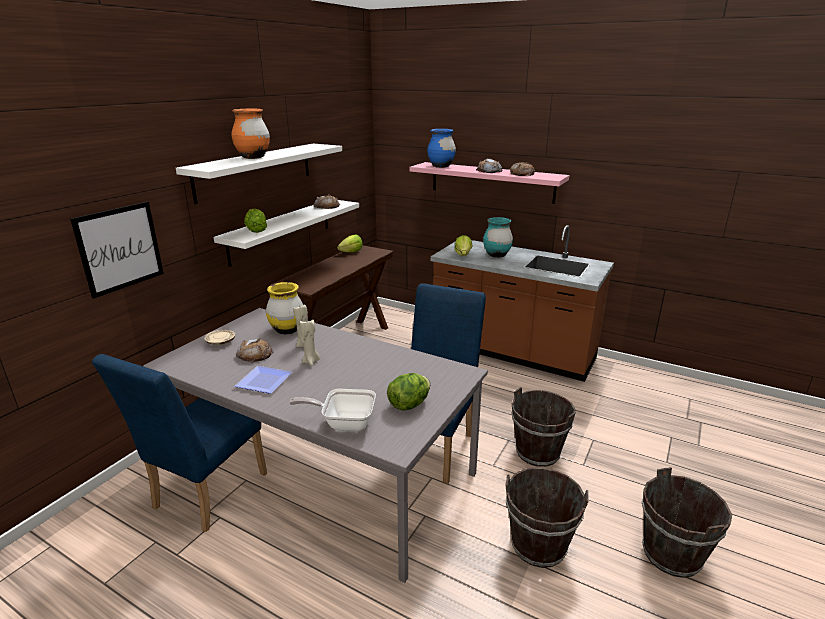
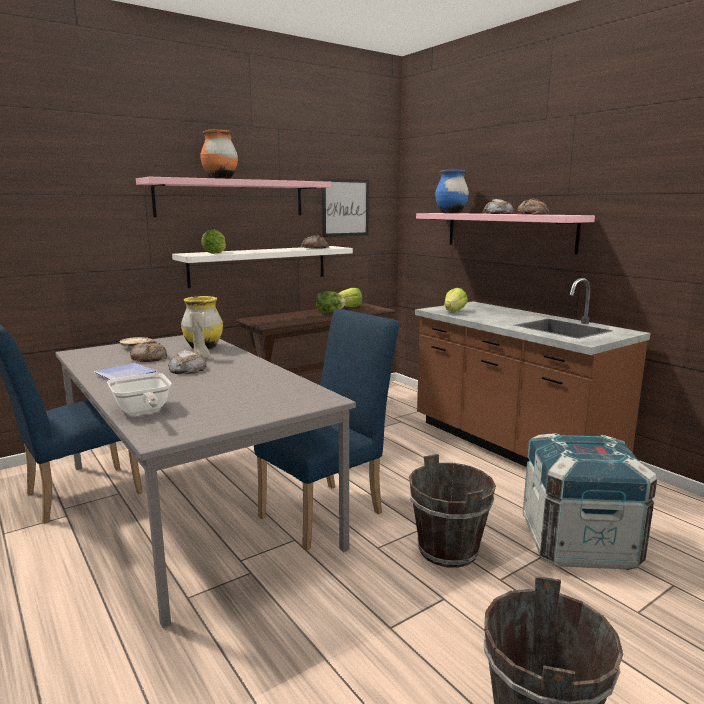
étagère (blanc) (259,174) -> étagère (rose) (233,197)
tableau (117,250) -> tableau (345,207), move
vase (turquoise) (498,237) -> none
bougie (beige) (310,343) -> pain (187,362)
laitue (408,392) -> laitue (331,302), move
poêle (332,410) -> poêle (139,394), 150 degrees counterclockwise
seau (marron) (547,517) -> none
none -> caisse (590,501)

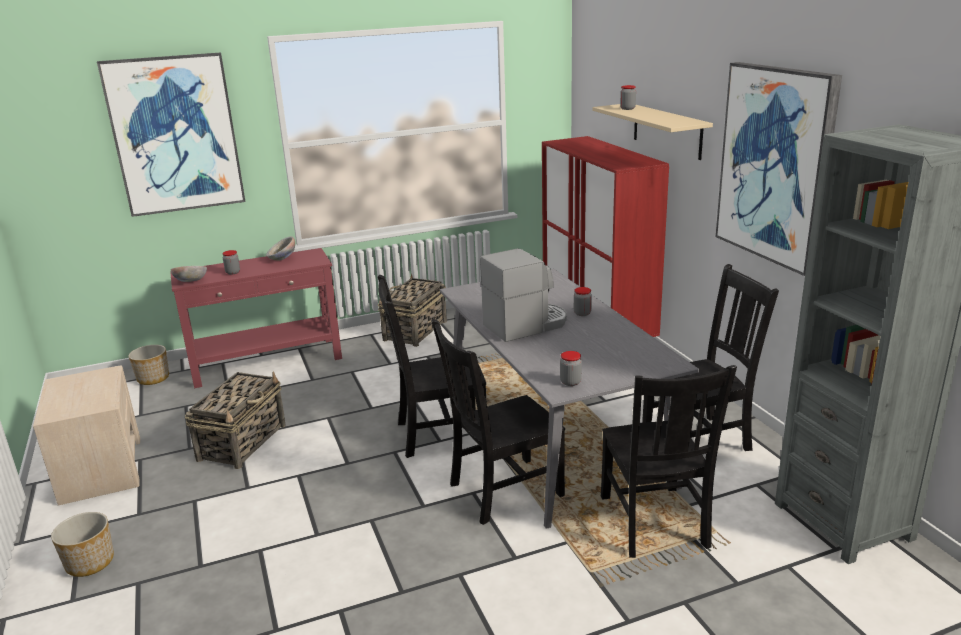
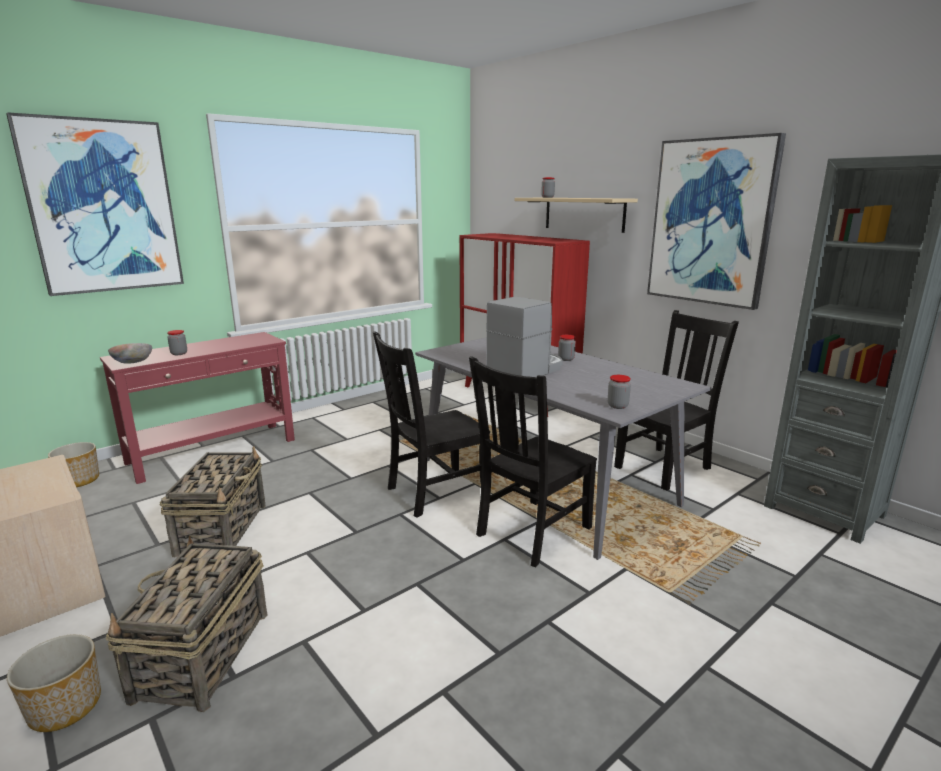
bol (280,248) -> none
panier (412,310) -> panier (186,624), move
chaise (noir) (669,461) -> none

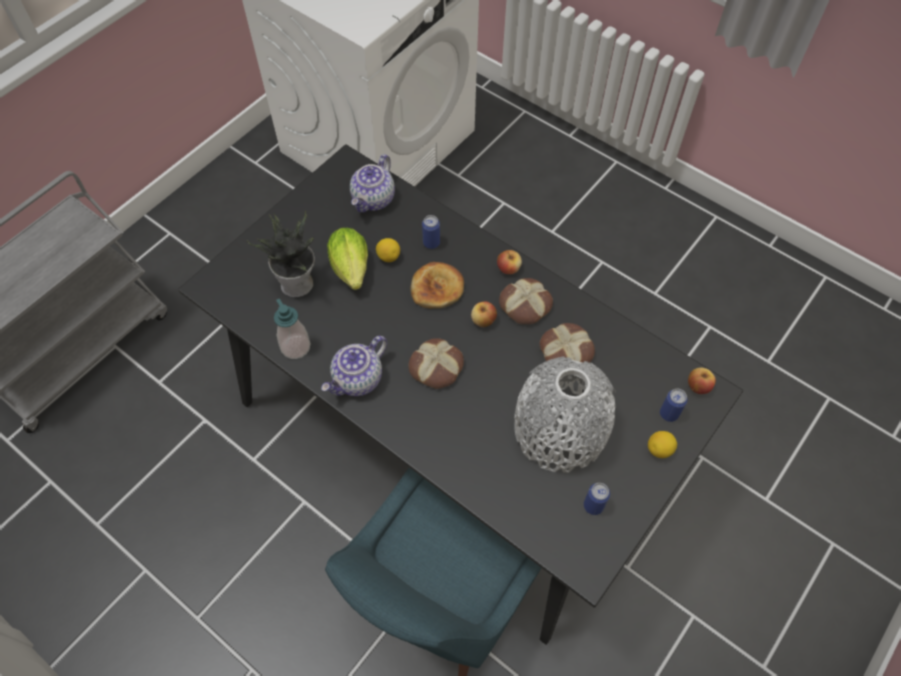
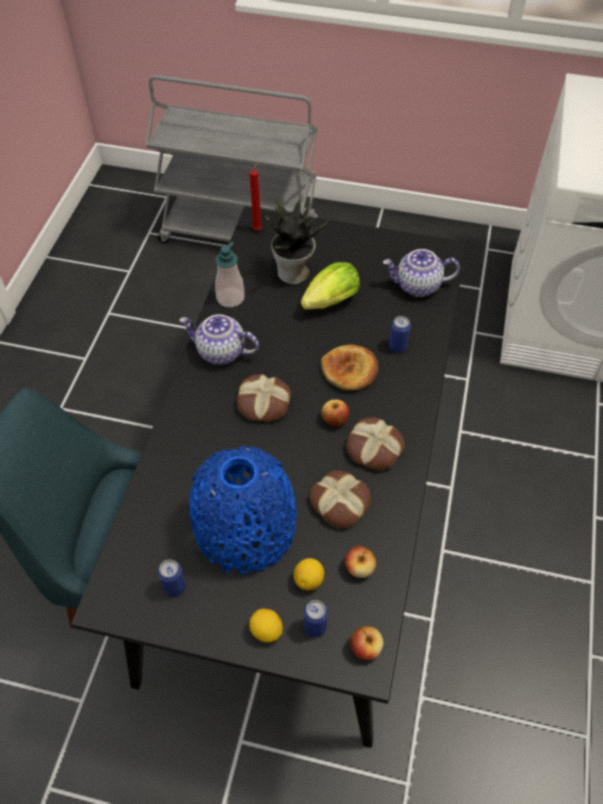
citron (388,250) -> citron (309,574), move
pomme (509,262) -> pomme (360,562), move
vase (gris) (565,415) -> vase (bleu) (243,510)
none -> bougie (rouge) (256,195)

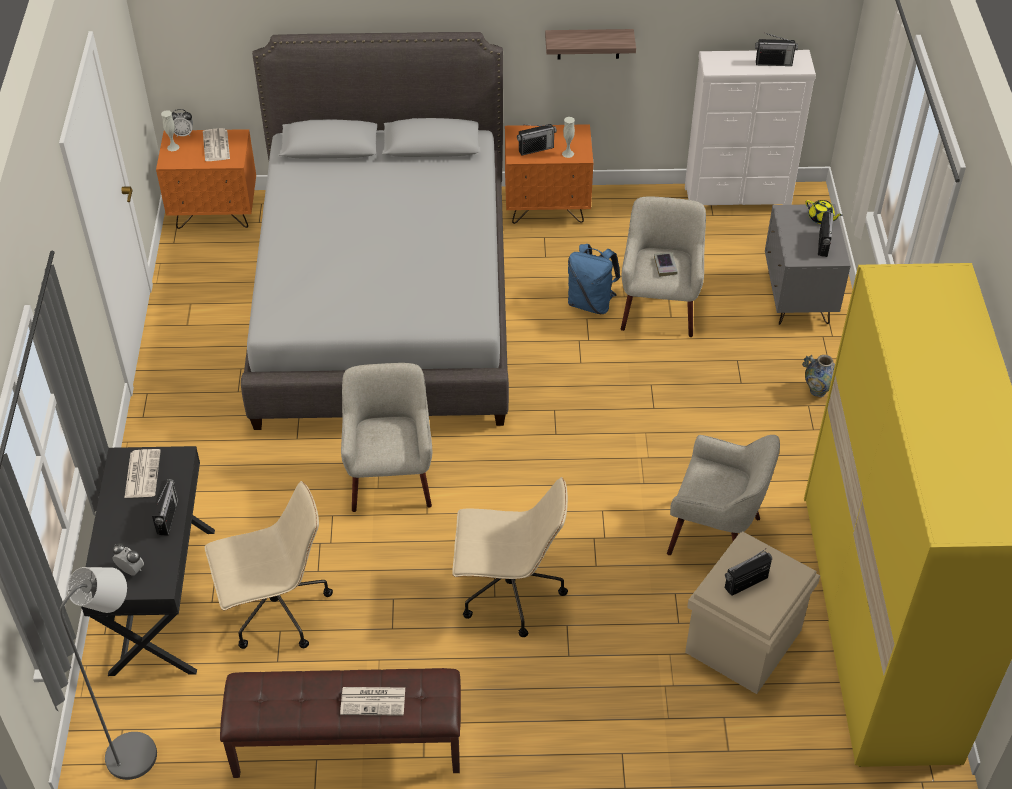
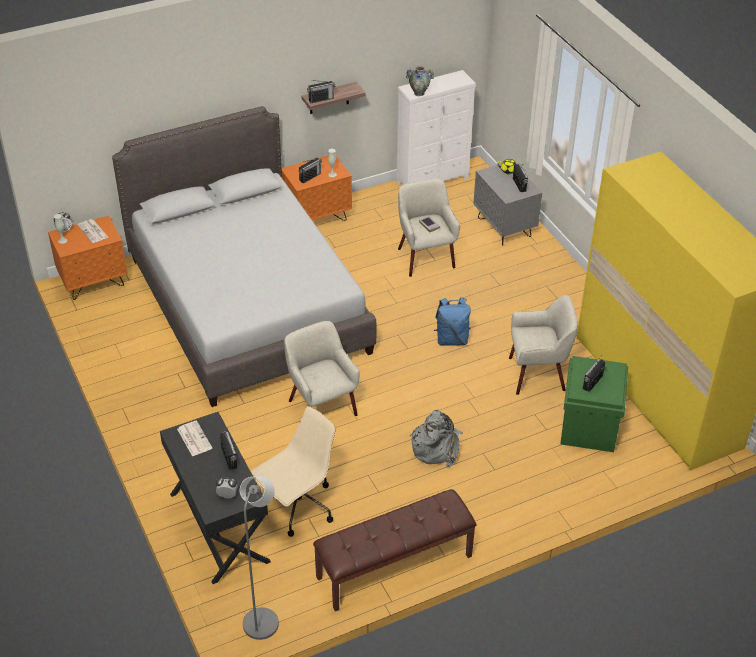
radio (776,49) -> radio (321,91), move
sac à dos (bleu) (594,279) -> sac à dos (bleu) (452,321), move
vase (818,376) -> vase (420,81), move
chaise de bureau (beige) (510,557) -> sac à dos (gris) (436,438)
boîte de rangement (beige) (752,612) -> boîte de rangement (vert) (594,404)
journal (372,701) -> none

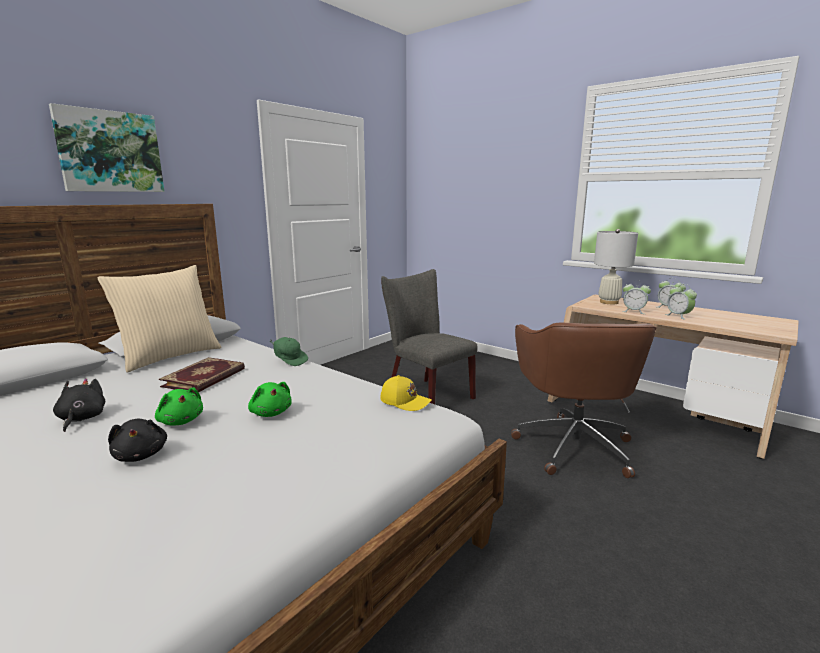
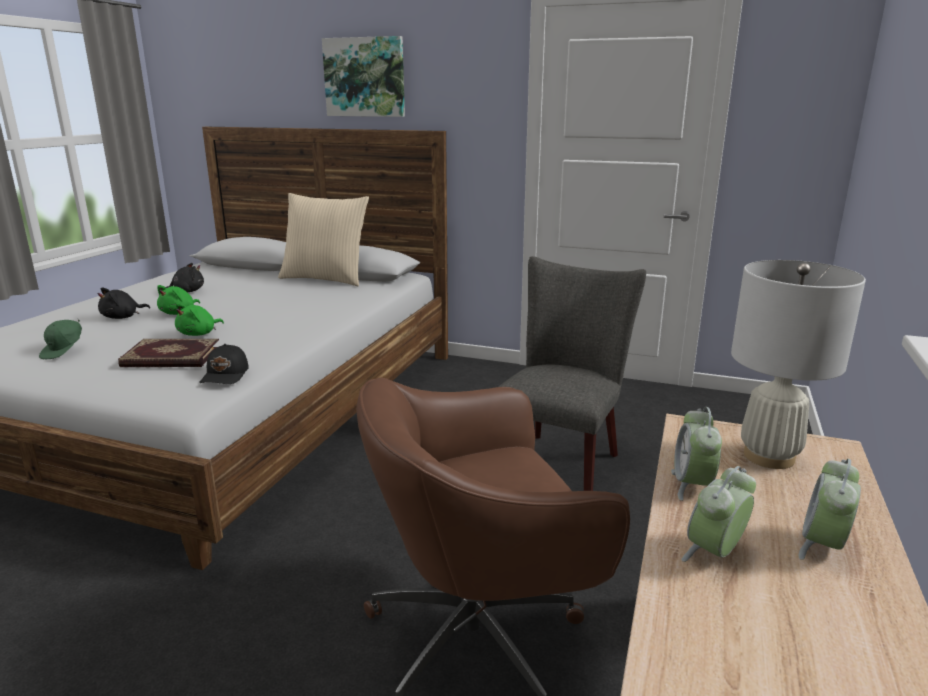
casquette (vert) (289,351) -> casquette (vert) (60,340), move
livre (202,374) -> livre (168,353), move
casquette (jaune) (406,393) -> casquette (noir) (224,364)

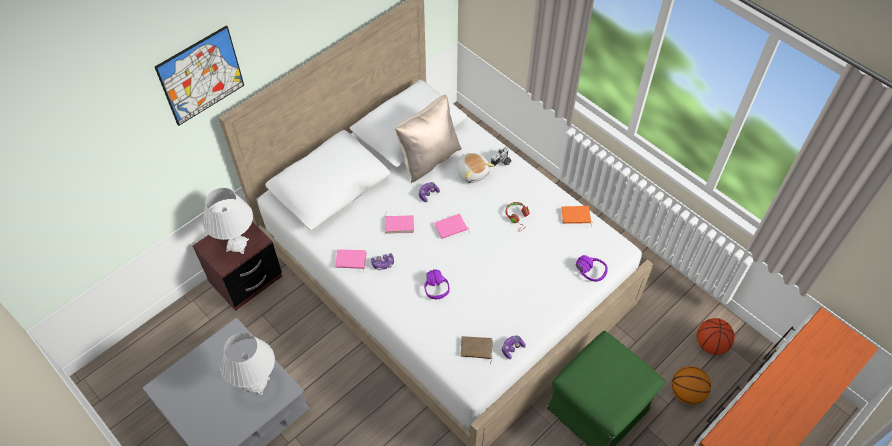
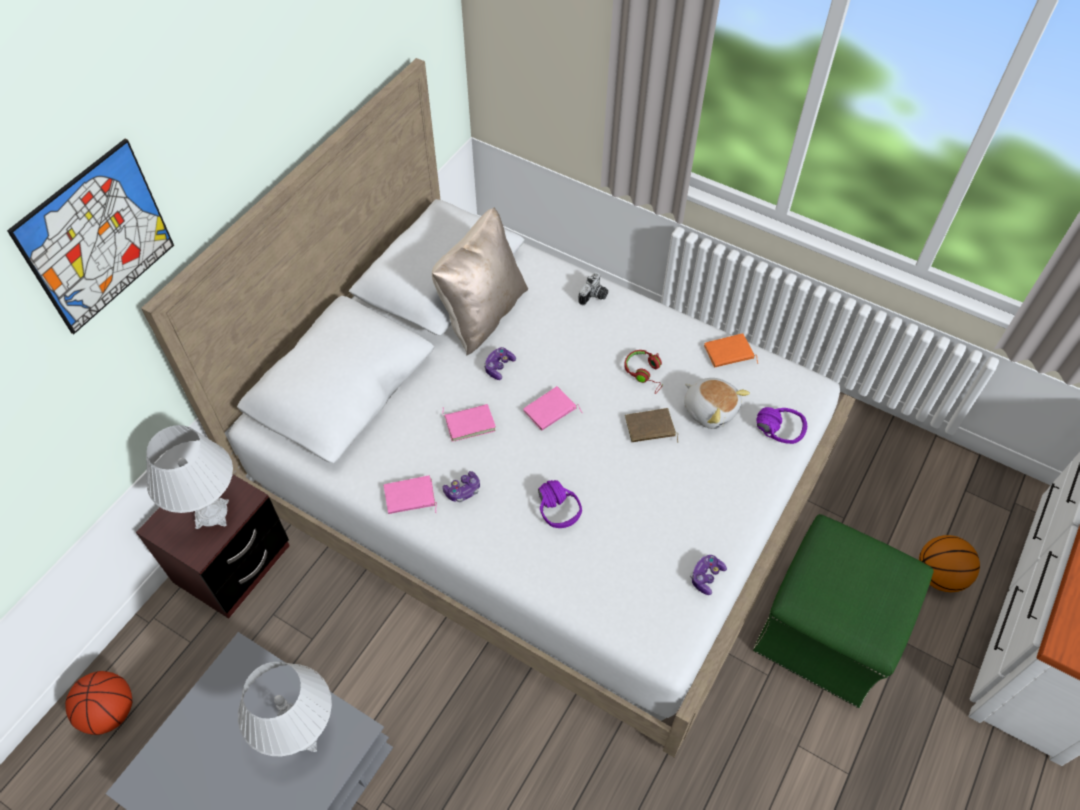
peluche (475,168) -> peluche (717,403), move
ballon de basket (715,336) -> ballon de basket (98,703), move
livre (marron) (476,350) -> livre (marron) (651,425), move

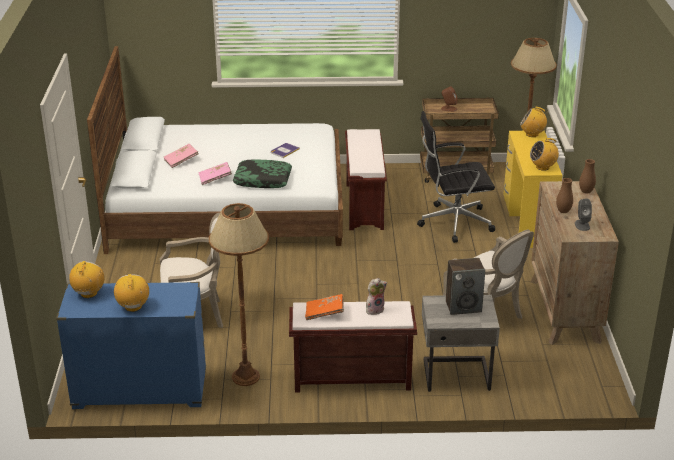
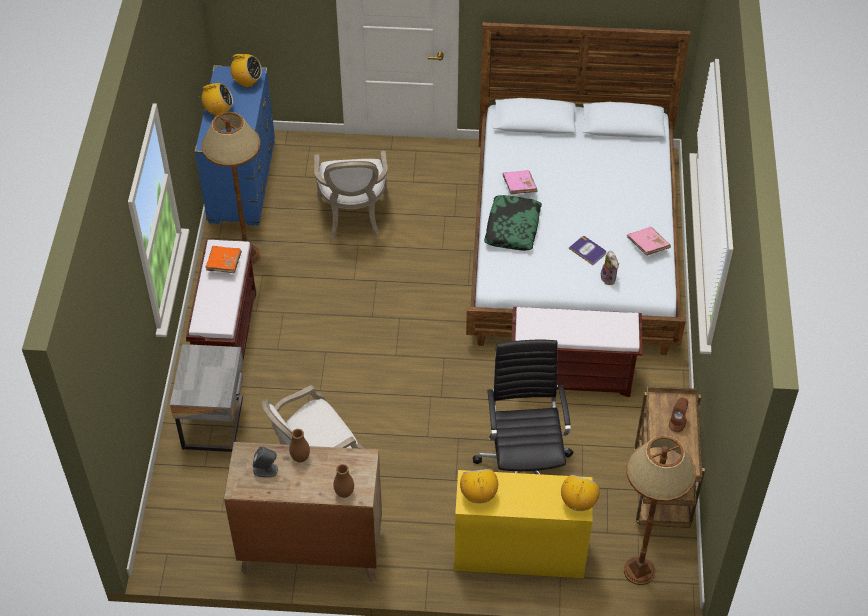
livre (rose) (180,156) -> livre (rose) (649,241), move
enceinte (465,286) -> none
peluche (376,296) -> peluche (610,268), move

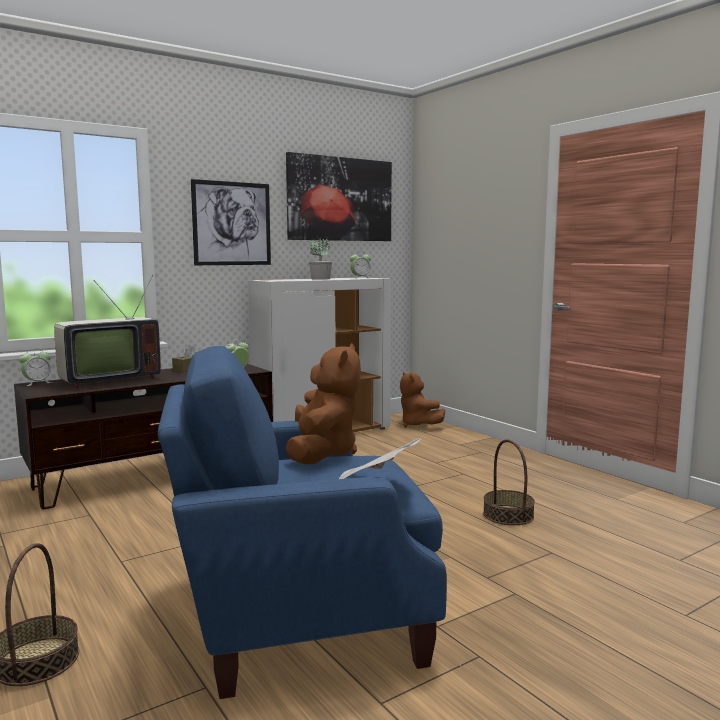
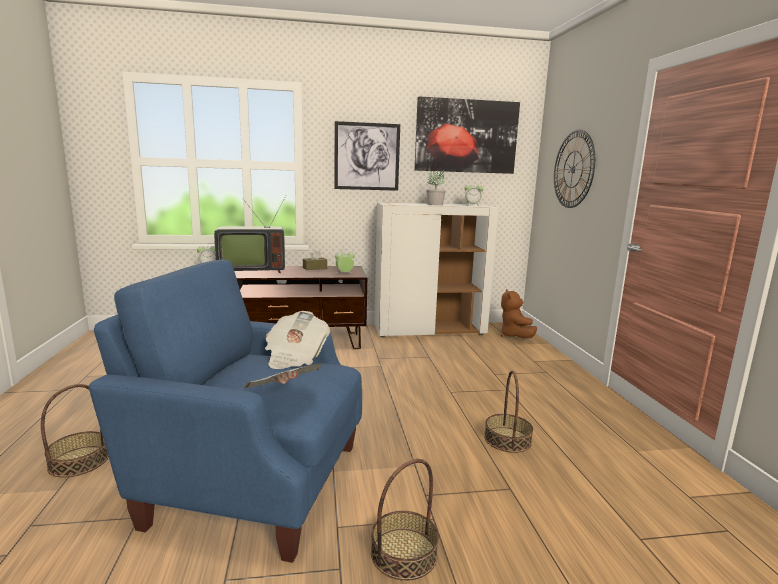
peluche (marron) (323,403) -> journal (297,340)
none -> horloge murale (574,169)
none -> panier (405,520)

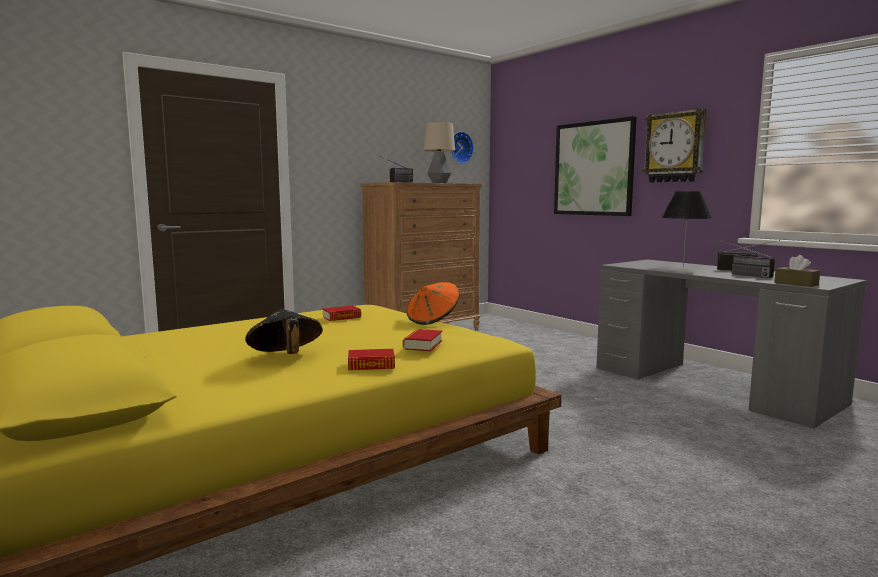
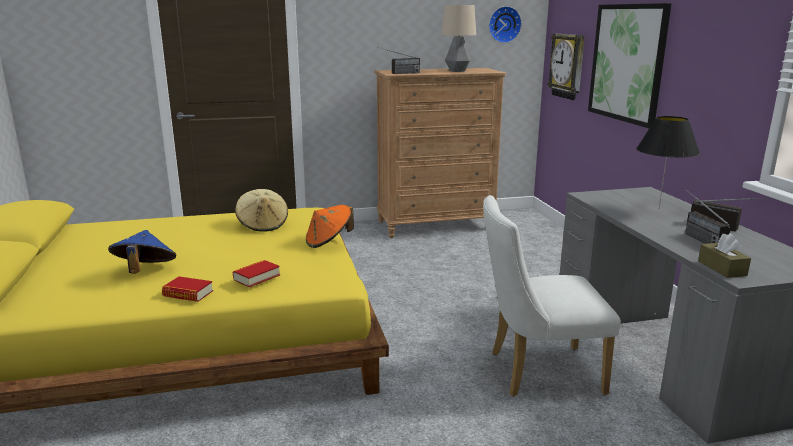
horloge murale (674,146) -> horloge murale (566,67), move
livre (342,313) -> chapeau (beige) (261,210)
chapeau (noir) (284,331) -> chapeau (bleu) (142,252)
none -> chaise (blanc) (552,296)

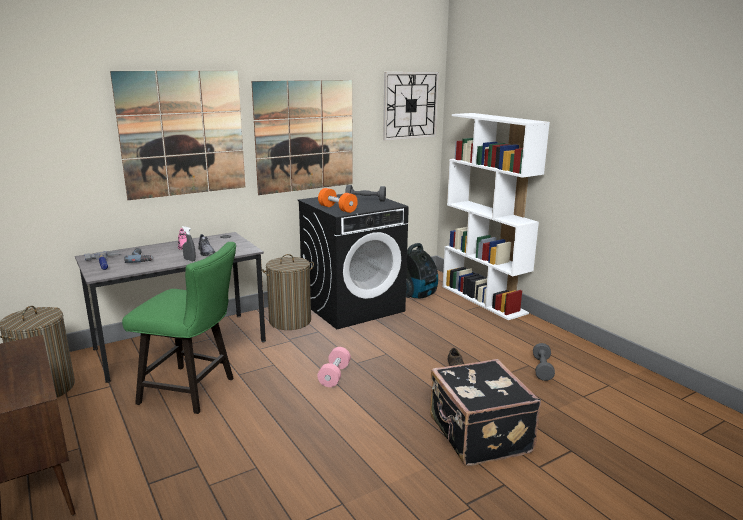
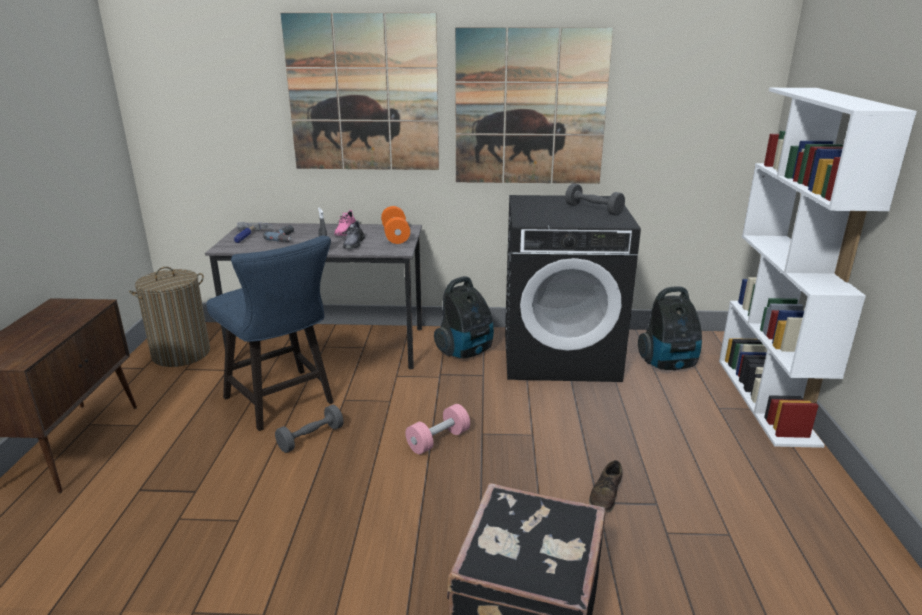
horloge murale (411,106) -> none
haltère (orange) (338,200) -> haltère (orange) (395,225), move
chaise (vert) (179,328) -> chaise (bleu) (270,333)
panier à linge (288,292) -> aspirateur (464,317)
haltère (gris) (544,362) -> haltère (gris) (309,429), move

